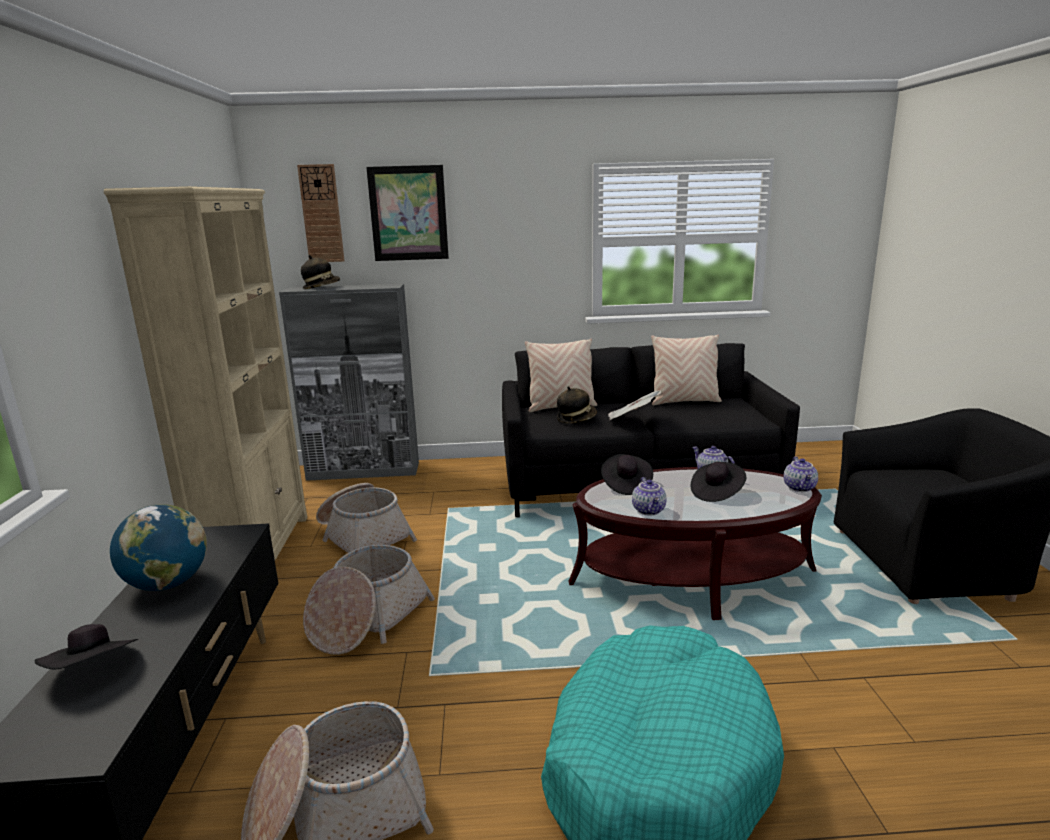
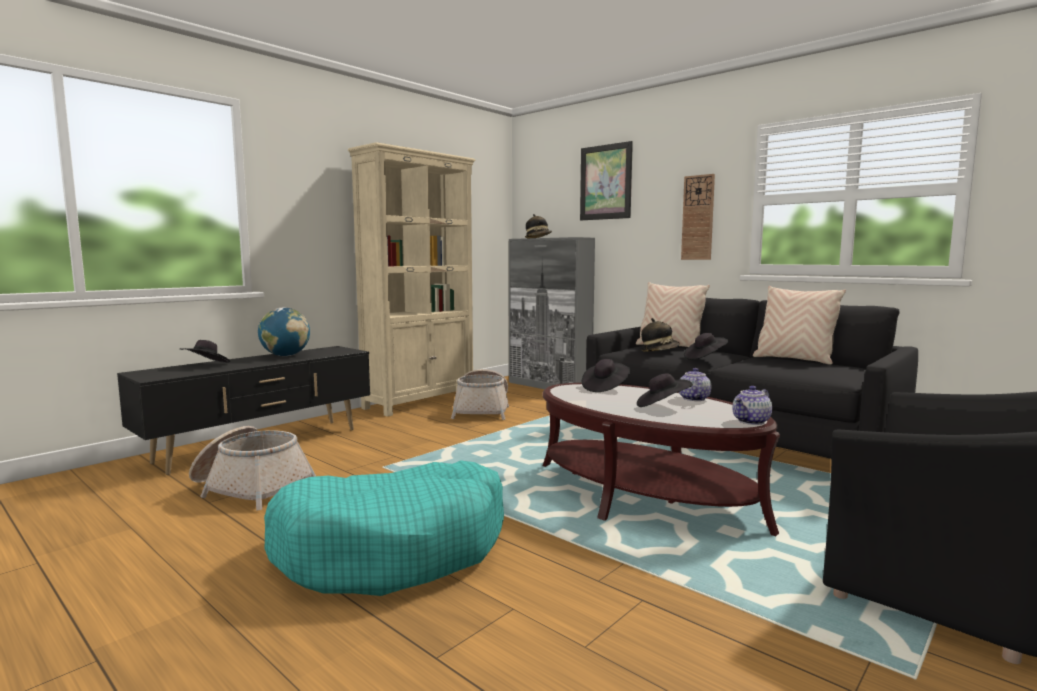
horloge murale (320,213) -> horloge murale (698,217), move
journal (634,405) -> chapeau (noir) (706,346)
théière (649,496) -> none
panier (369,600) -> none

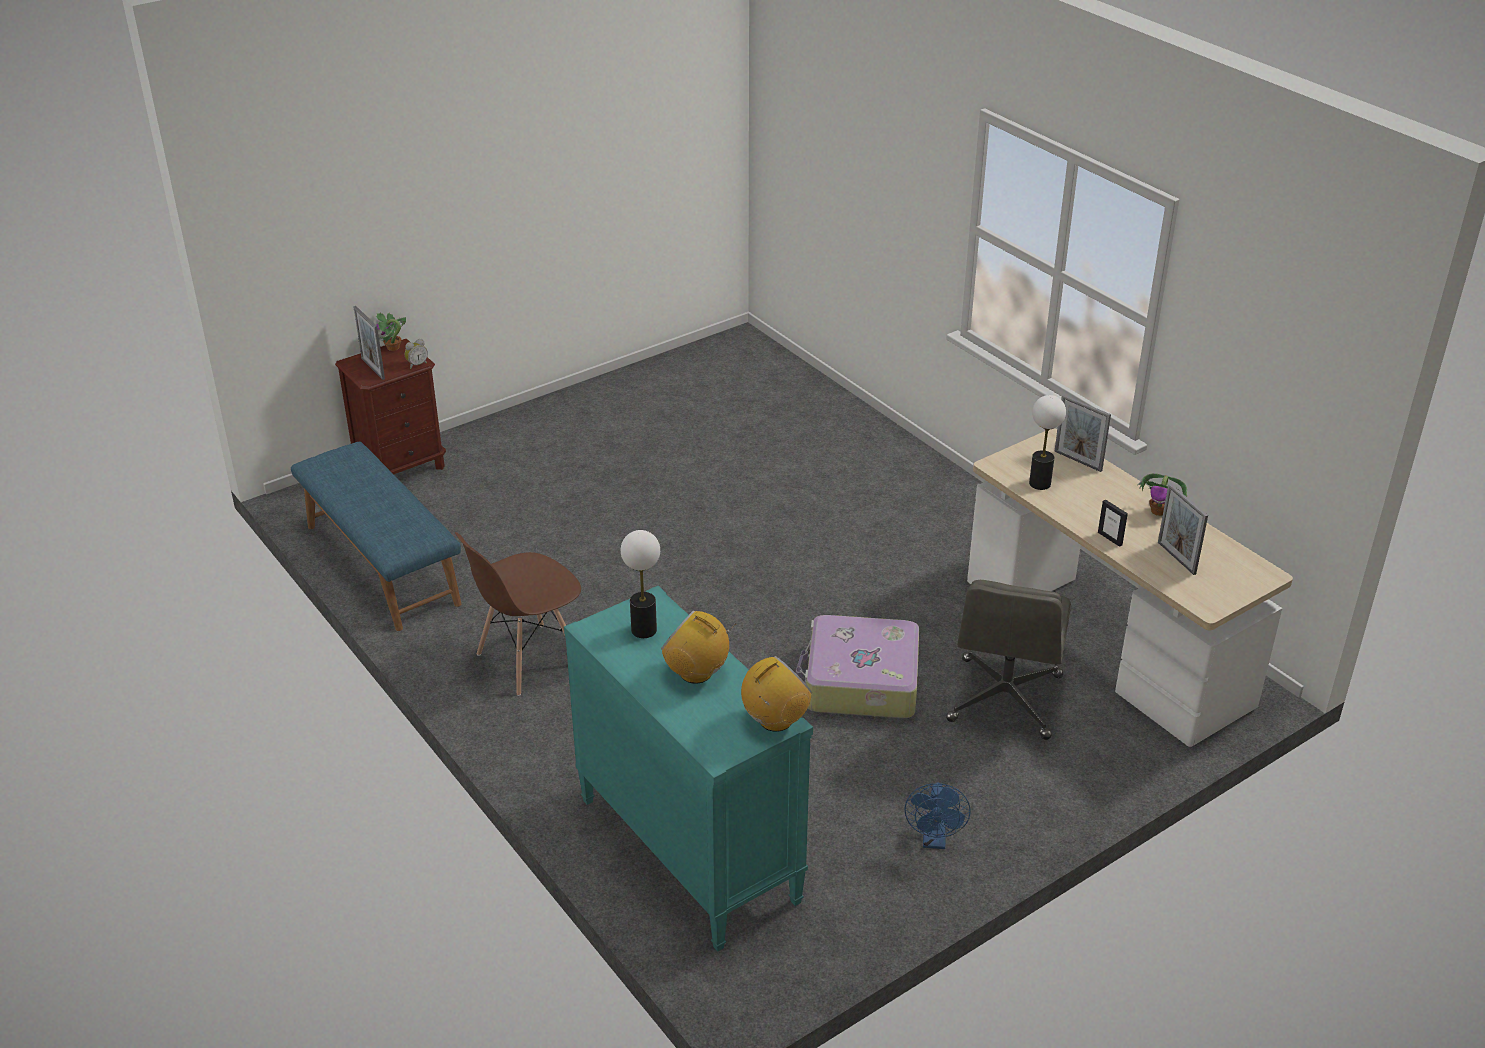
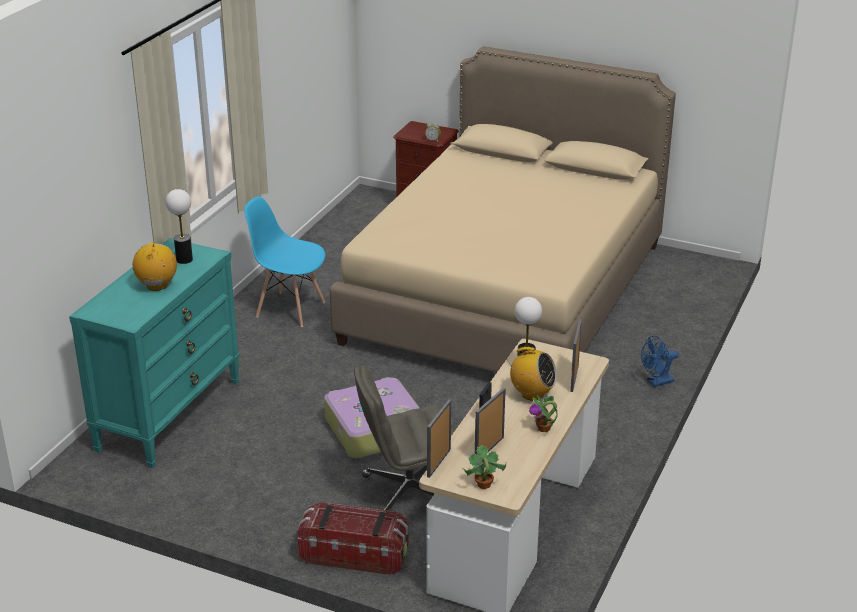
cadre photo (369,343) -> cadre photo (439,438), move
plante en pot (391,332) -> plante en pot (484,467), move
banc (bleu) (376,536) -> none
chaise (marron) (518,614) -> chaise (bleu) (284,261)
radio (776,694) -> radio (531,374), move
ventilateur (bleu) (937,816) -> ventilateur (bleu) (660,361), move
none -> lit (beige) (503,209)
none -> boîte de rangement (352,538)

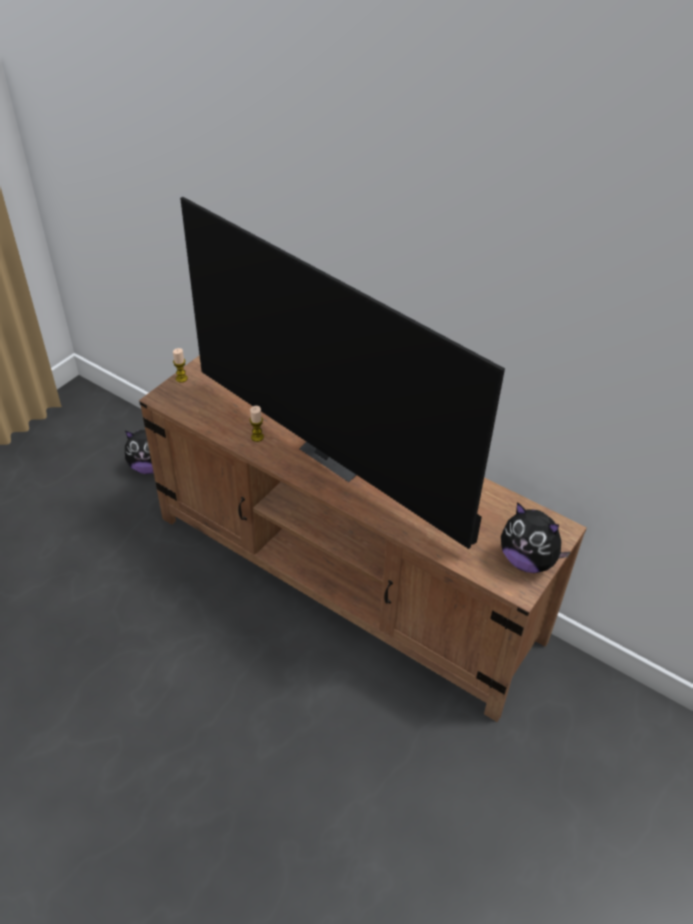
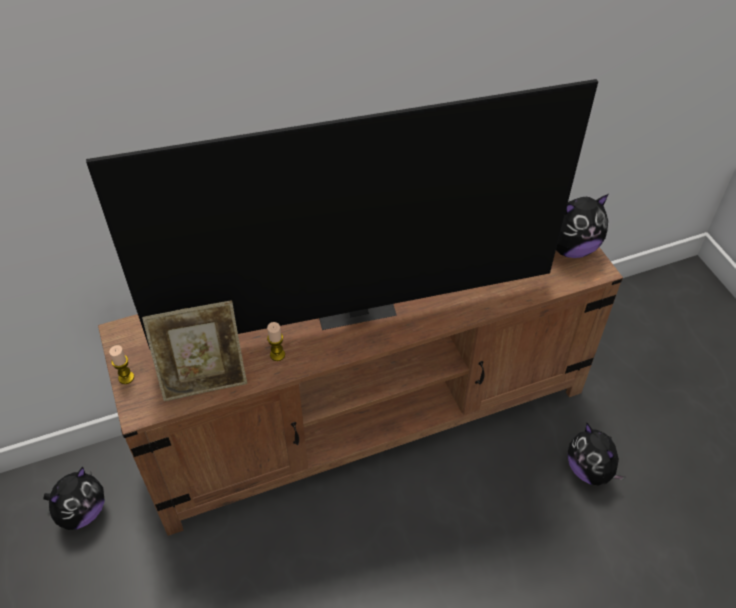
none -> cadre photo (194,350)
none -> peluche (596,454)

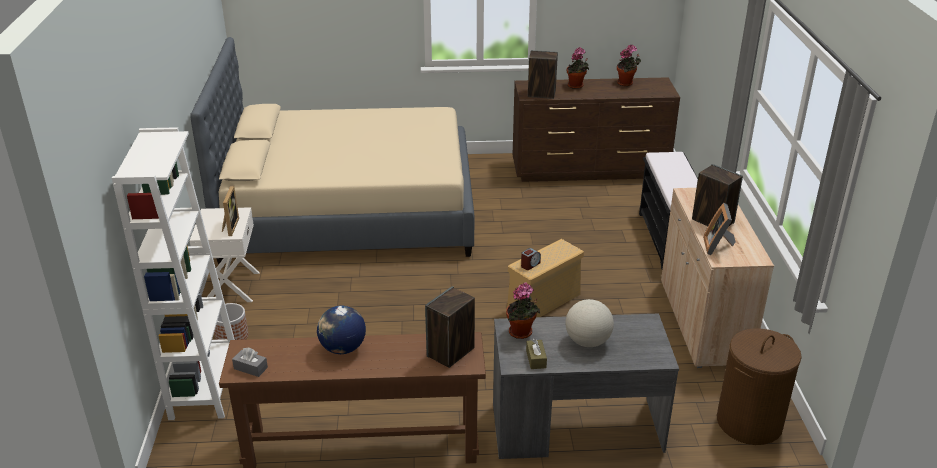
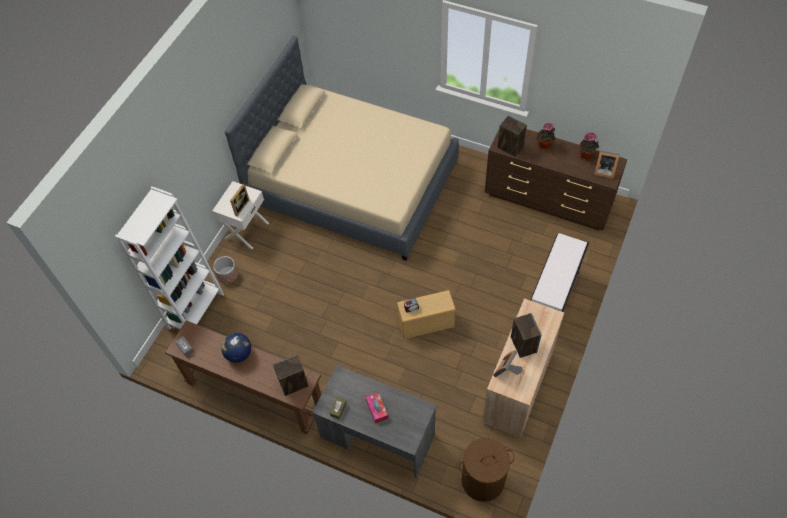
plante en pot (523,310) -> none
globe (590,323) -> boîte à mouchoirs (377,407)
none -> cadre photo (607,165)

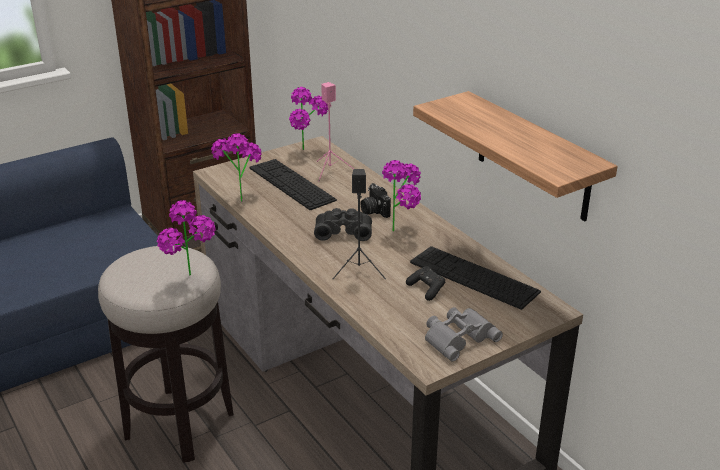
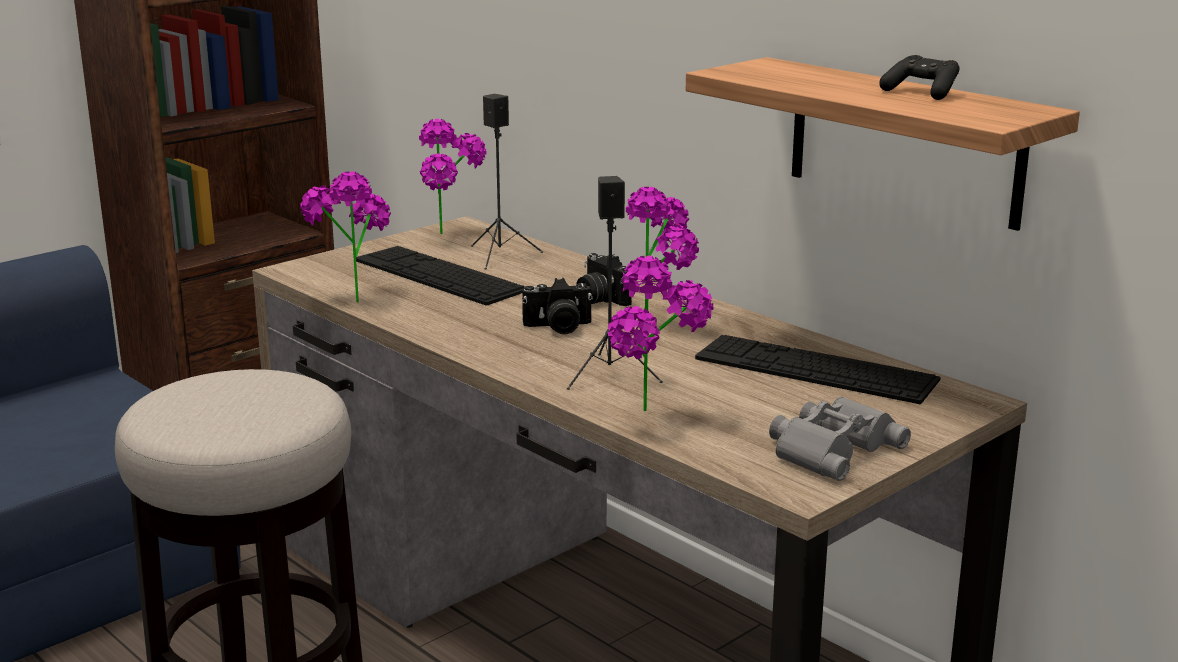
enceinte (rose) (335,131) -> enceinte (noir) (507,182)
plante en pot (186,238) -> plante en pot (660,333), move
jumelles (noir) (343,224) -> appareil photo (557,306)
manette (noir) (425,283) -> manette (noir) (919,77), move

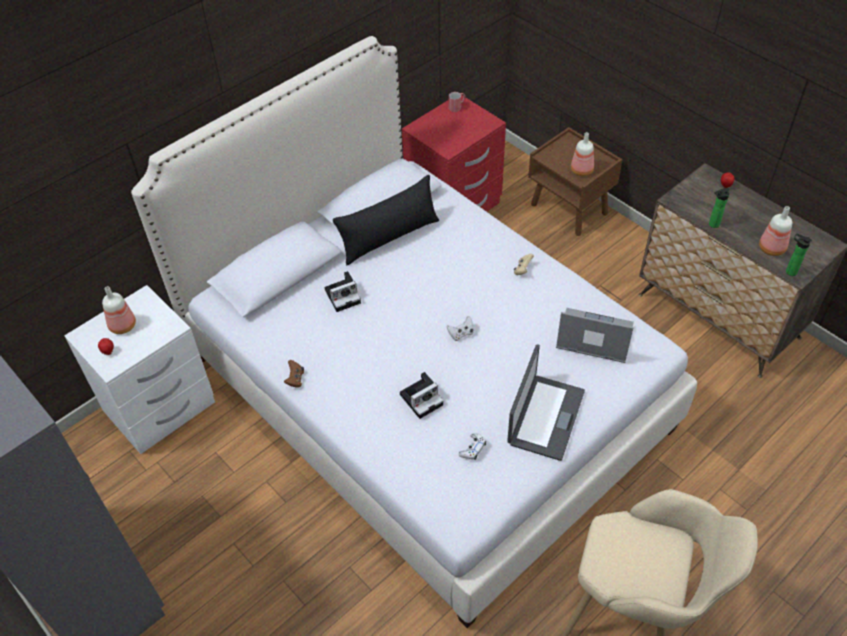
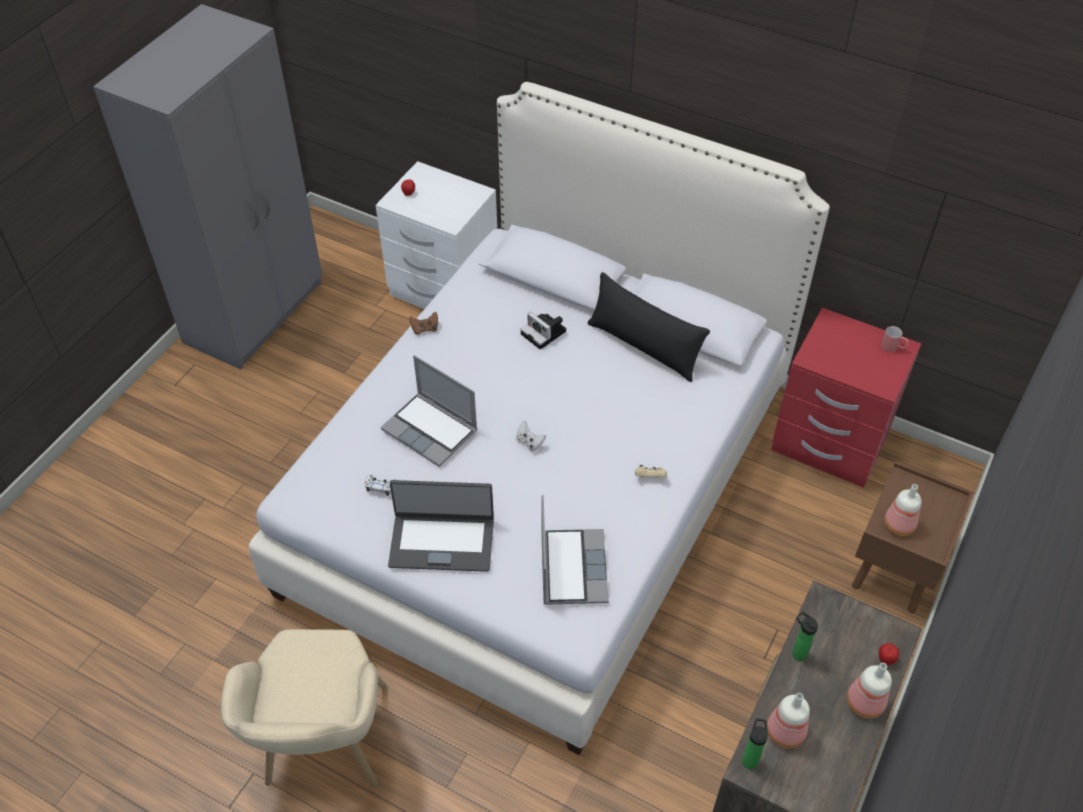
bouteille (119,310) -> bouteille (869,690), move
appareil photo (421,395) -> ordinateur portable (429,411)

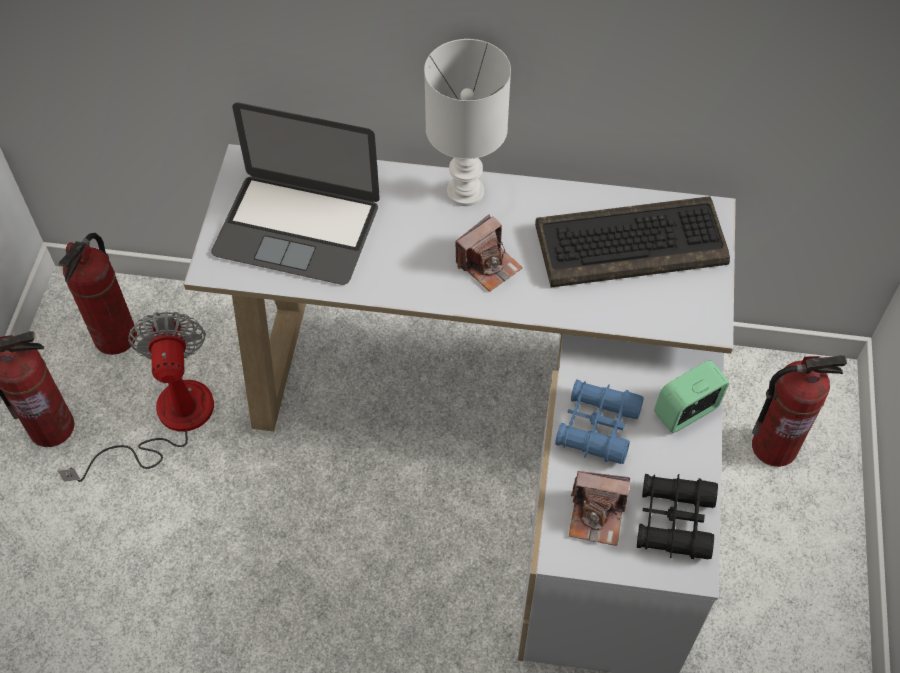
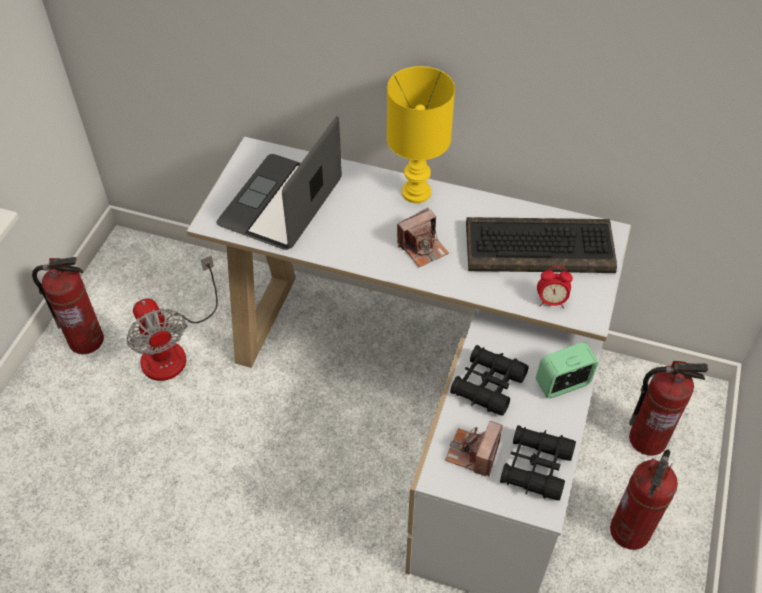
lampe de table (blanc) (467,122) -> lampe de table (jaune) (421,134)
ordinateur portable (295,193) -> ordinateur portable (279,183), 90 degrees clockwise
extincteur (98,294) -> extincteur (644,500), move
ventilateur (136,396) -> ventilateur (172,318), 150 degrees clockwise
jumelles (bleu) (599,422) -> jumelles (noir) (489,380)
appareil photo (599,508) -> appareil photo (474,449), 90 degrees clockwise
none -> réveil (555,287)

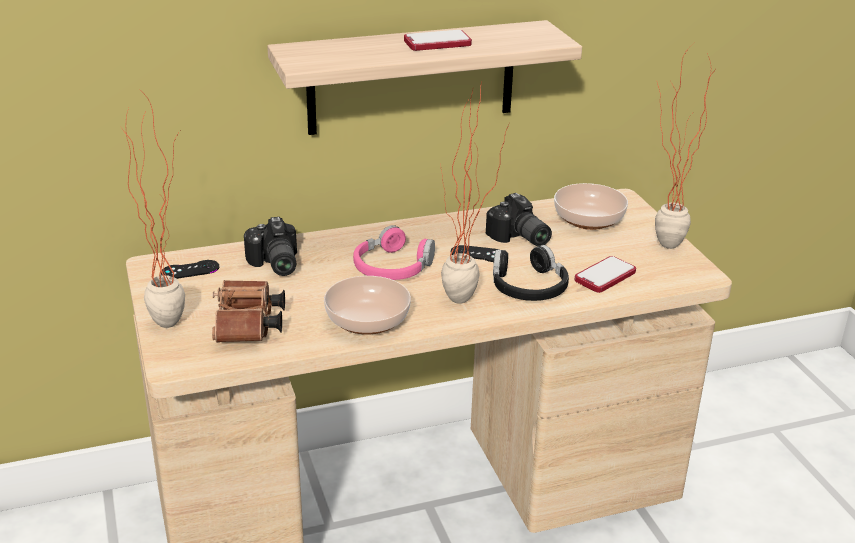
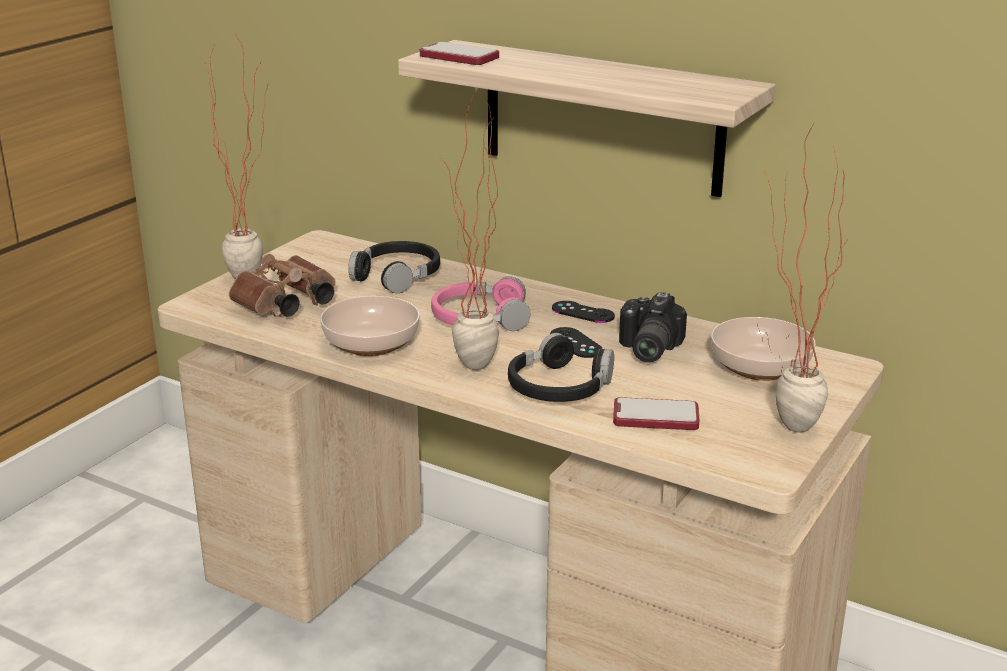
téléphone (438,40) -> téléphone (459,53), move
appareil photo (270,246) -> casque audio (noir) (394,267)
manette (noir) (190,269) -> manette (noir) (583,312), move

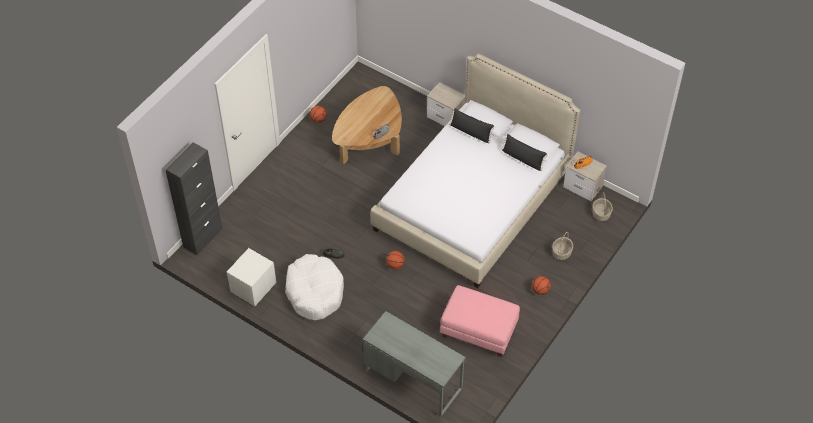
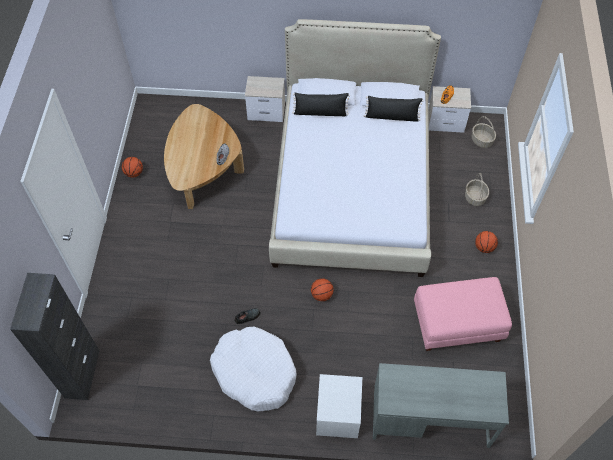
table de chevet (blanc) (251,277) -> table de chevet (blanc) (339,406), move

